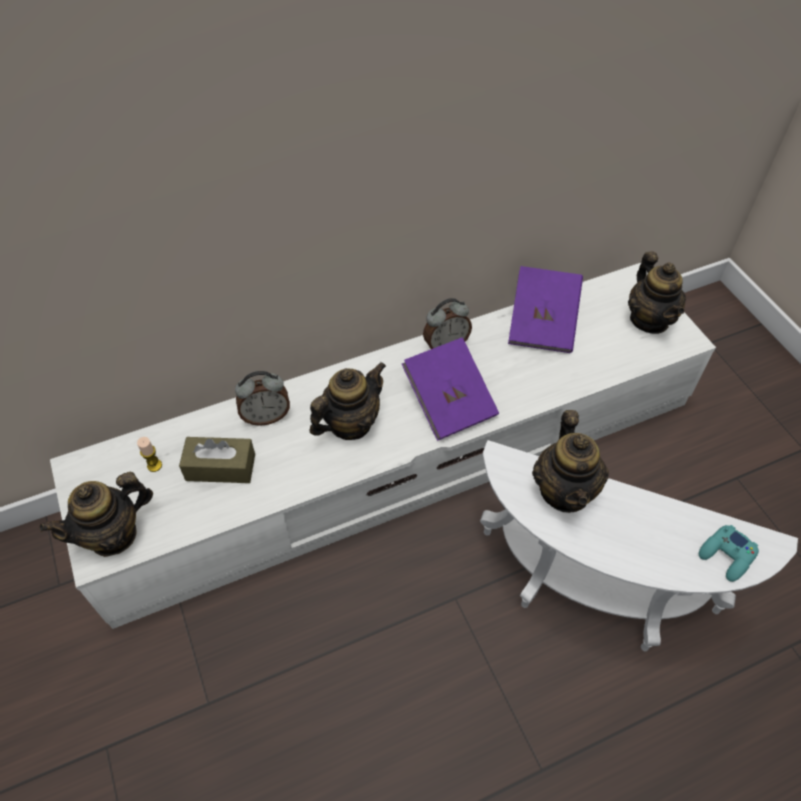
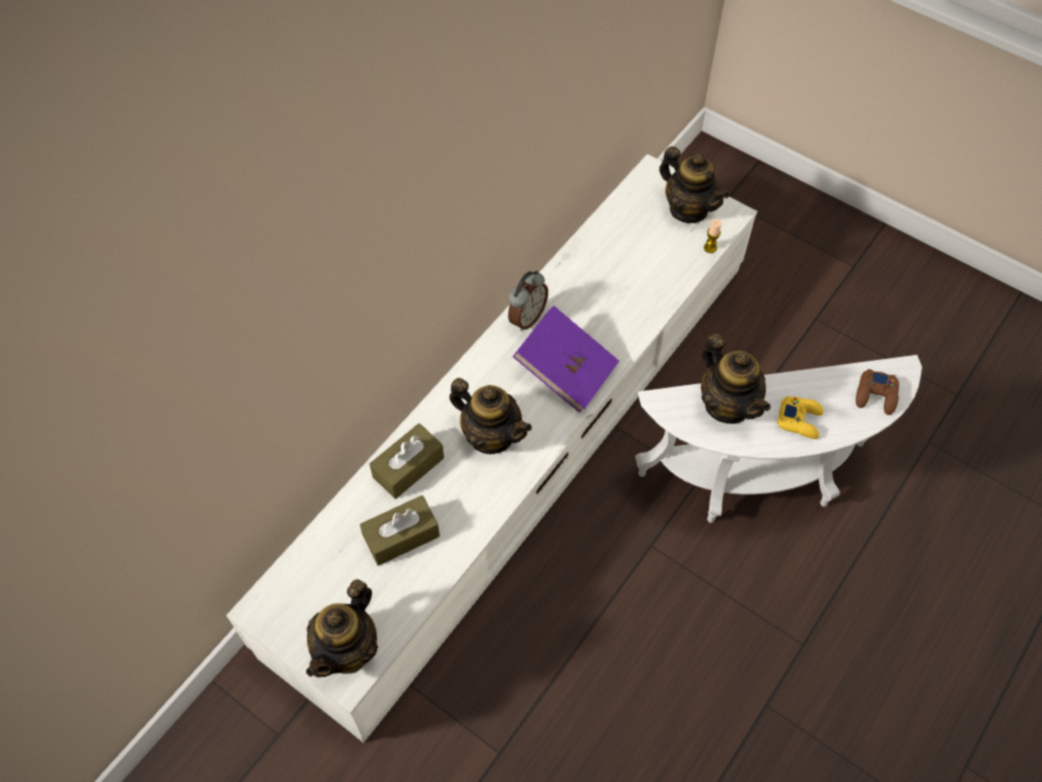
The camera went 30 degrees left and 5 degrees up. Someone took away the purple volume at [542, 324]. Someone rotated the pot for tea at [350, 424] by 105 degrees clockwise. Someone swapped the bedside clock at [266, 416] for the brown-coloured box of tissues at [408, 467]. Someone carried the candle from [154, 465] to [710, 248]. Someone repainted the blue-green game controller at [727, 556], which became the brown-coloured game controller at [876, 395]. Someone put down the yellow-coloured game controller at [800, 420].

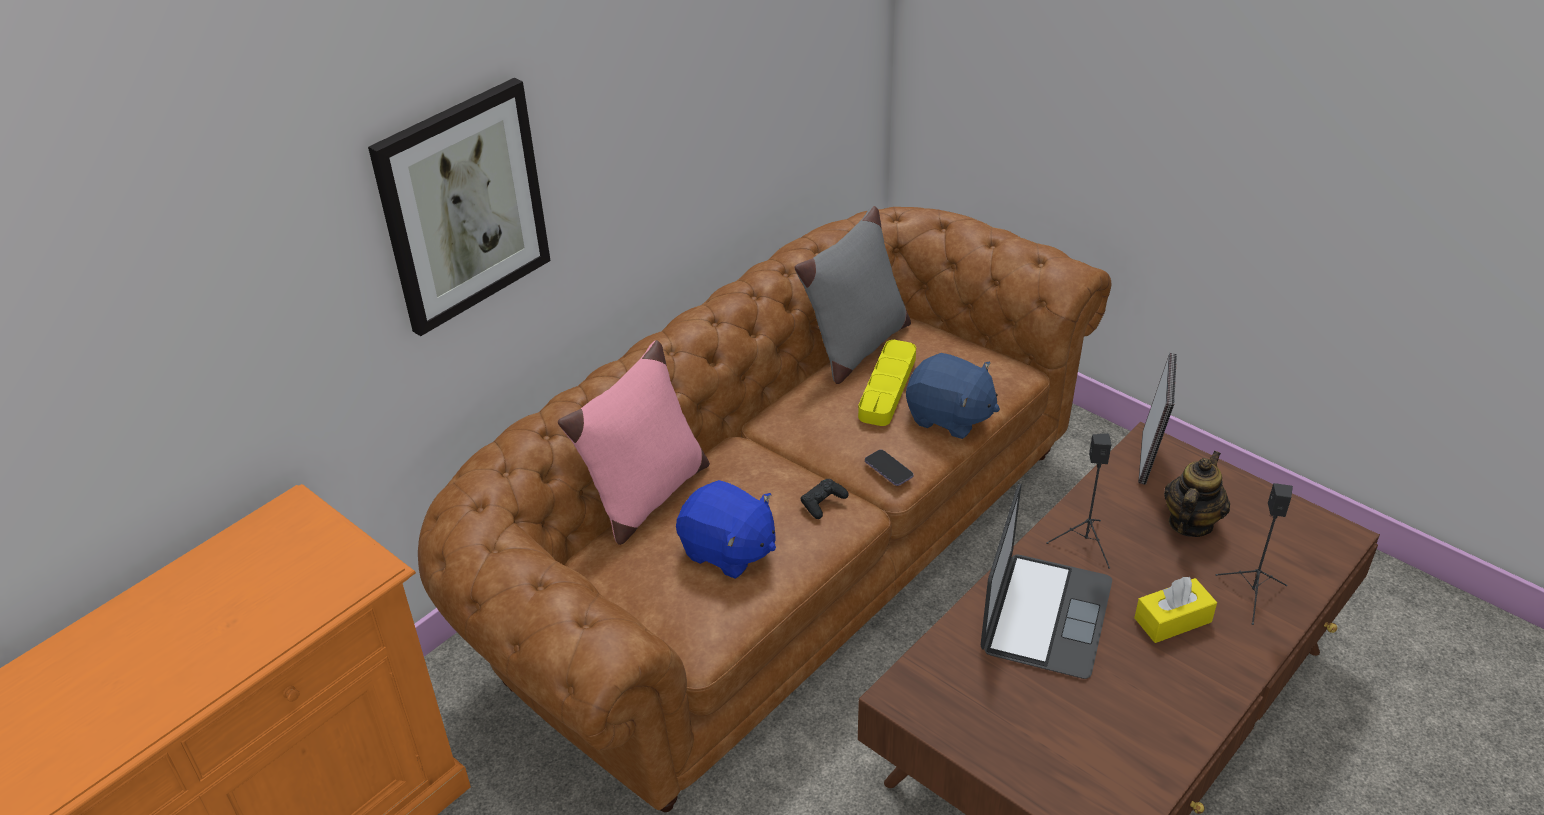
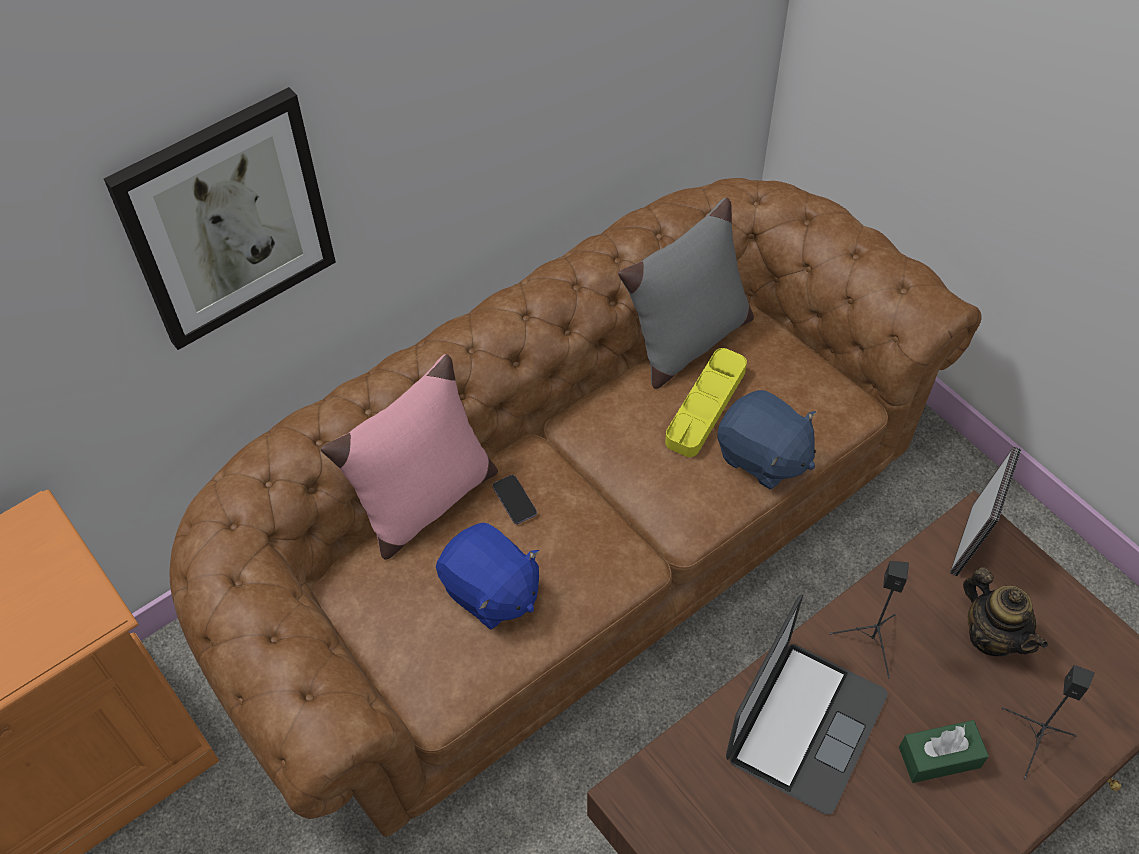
The camera went 10 degrees right and 15 degrees up. Someone carried the telephone from [888, 469] to [514, 500]. Someone rotated the pot for tea at [1190, 523] by 105 degrees clockwise. Someone took away the blackish game controller at [823, 502]. Someone repainted the yellow-coloured box of tissues at [1172, 620], which became the greenish box of tissues at [939, 757].

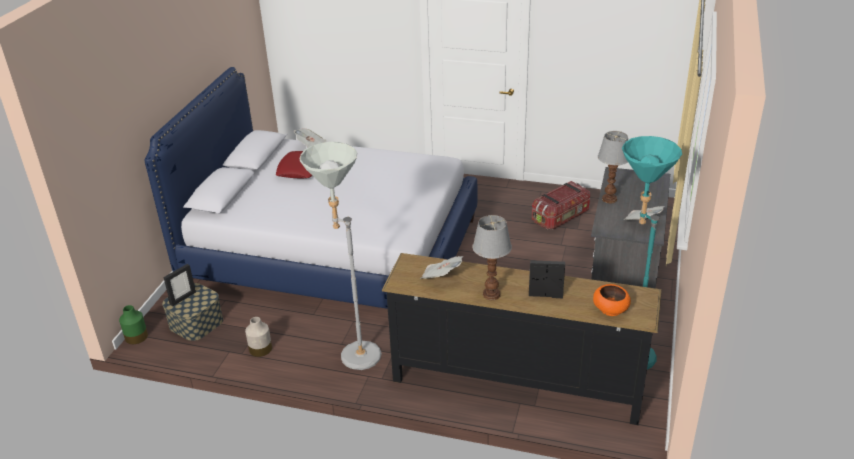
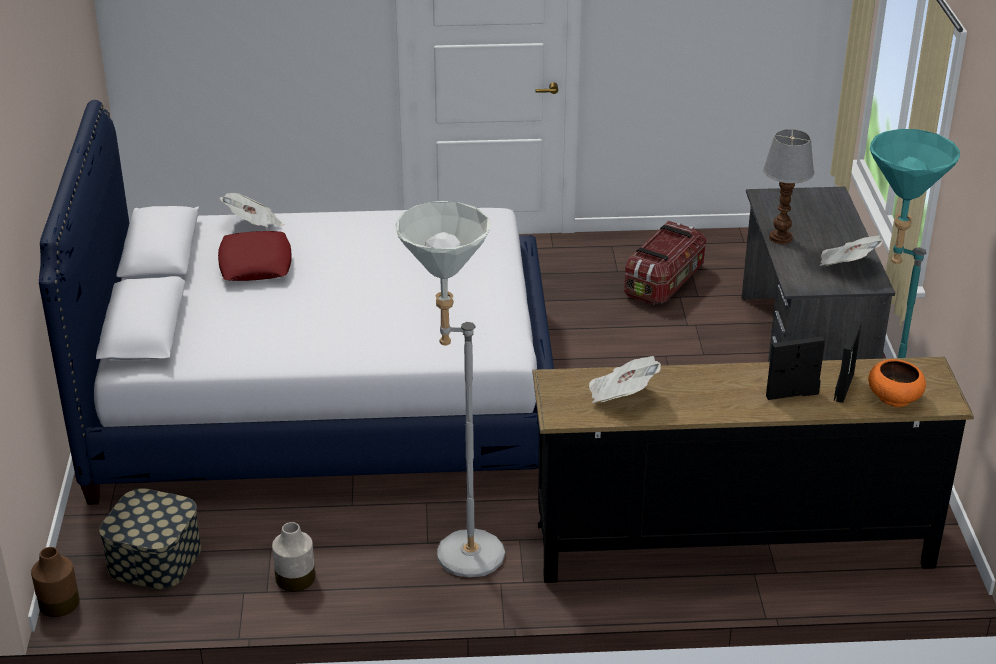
The camera went 20 degrees left and 0 degrees up. Someone took away the tabletop lamp at [491, 295]. Someone carried the picture frame from [183, 298] to [843, 387]. Someone repainted the greenish flower vase at [136, 337], which became the brown-coloured flower vase at [58, 603].

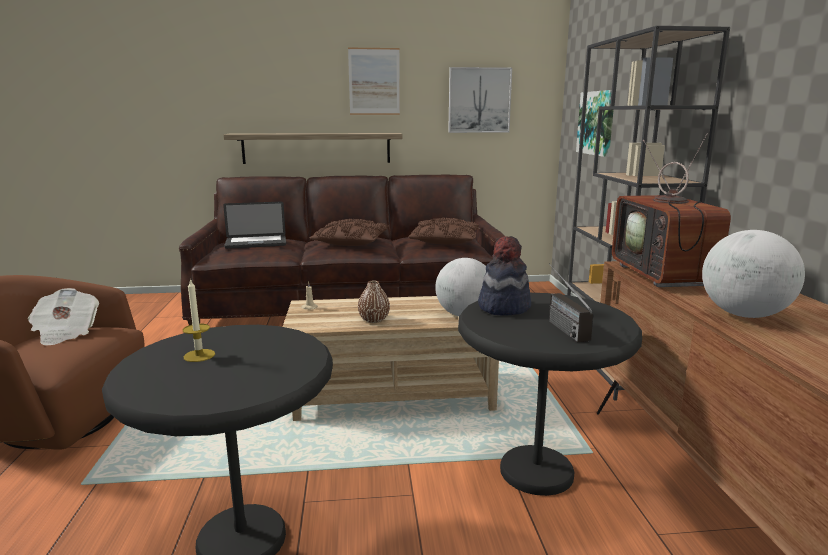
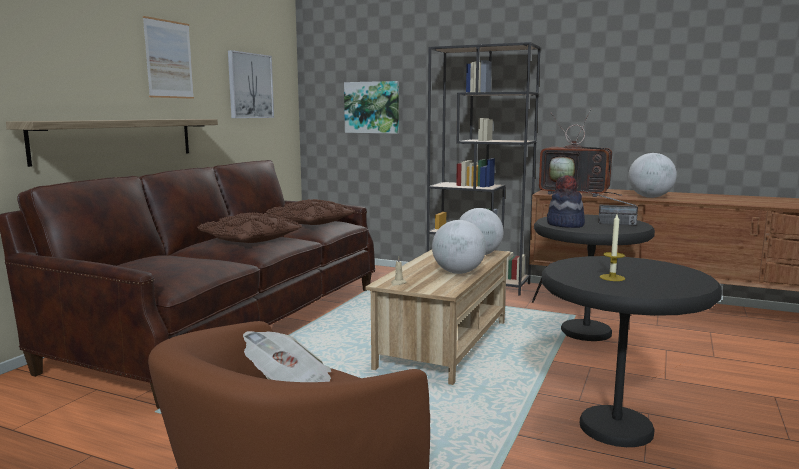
The camera went 60 degrees left and 5 degrees down. Someone took away the notebook computer at [256, 243]. Someone swapped the brown-coloured flower vase at [374, 320] for the desk globe at [458, 272].

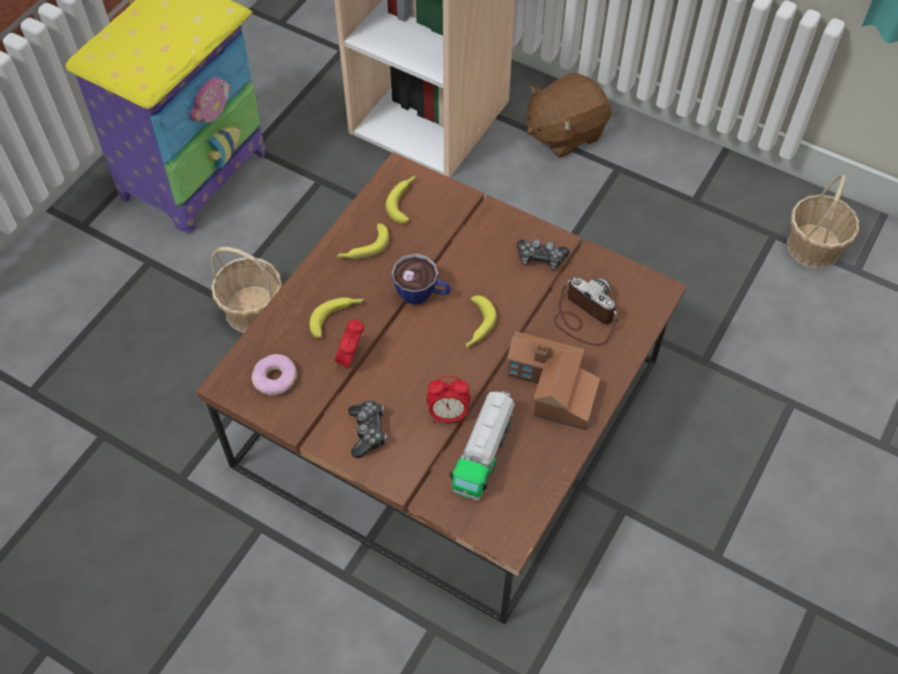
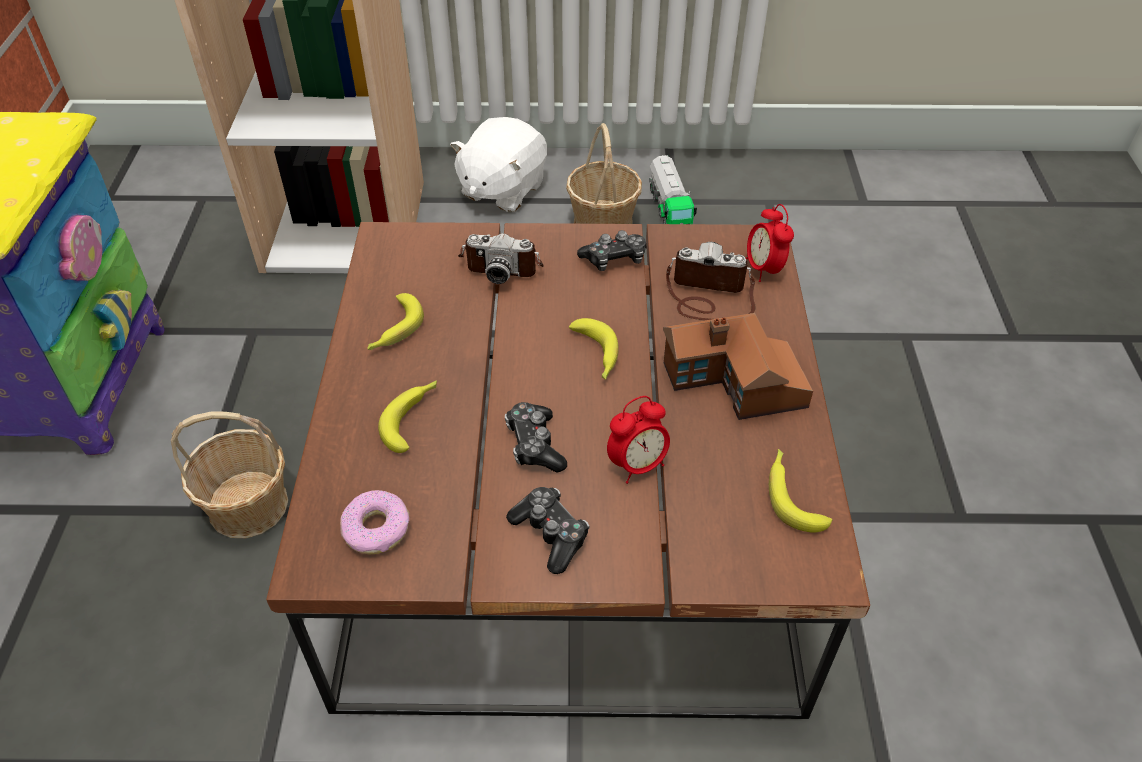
The camera went 30 degrees left and 10 degrees down. Someone repainted the brown-coloured plush toy at [564, 132], which became the white-coloured plush toy at [502, 189]. Someone carried the whole banana from [404, 201] to [792, 495]. Someone carried the storage basket from [813, 247] to [603, 222]. Someone took away the small cup at [422, 294]. Someone carried the bedside clock from [351, 359] to [763, 269]. Someone carried the toy lorry from [483, 453] to [669, 208]. Someone put down the photo camera at [502, 262]. Someone put down the game controller at [534, 445].

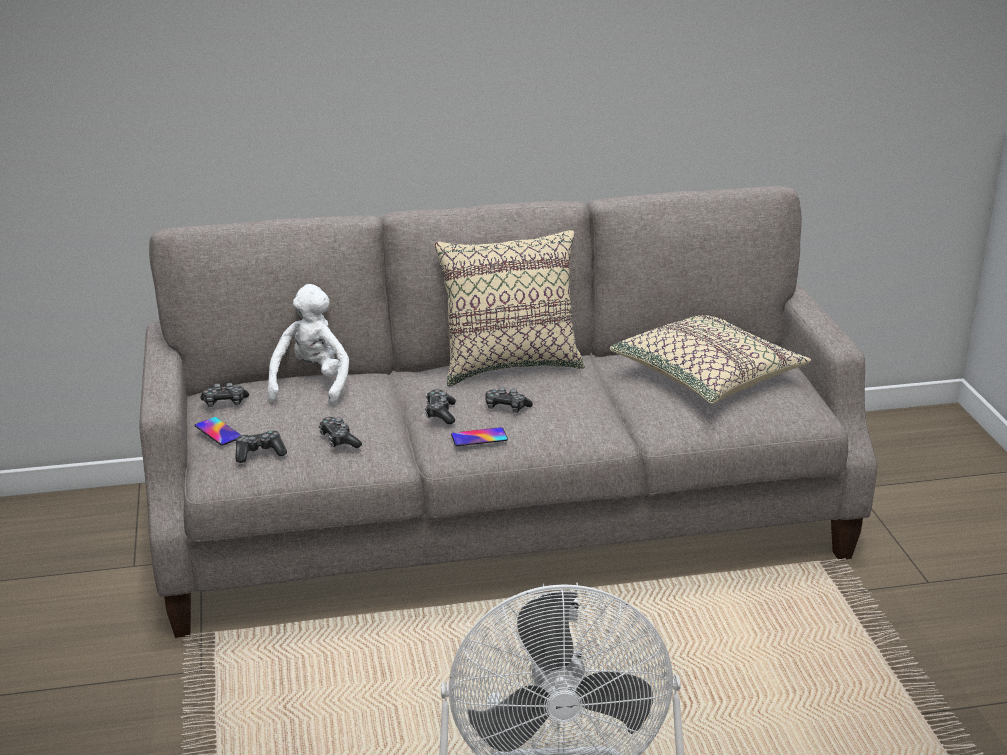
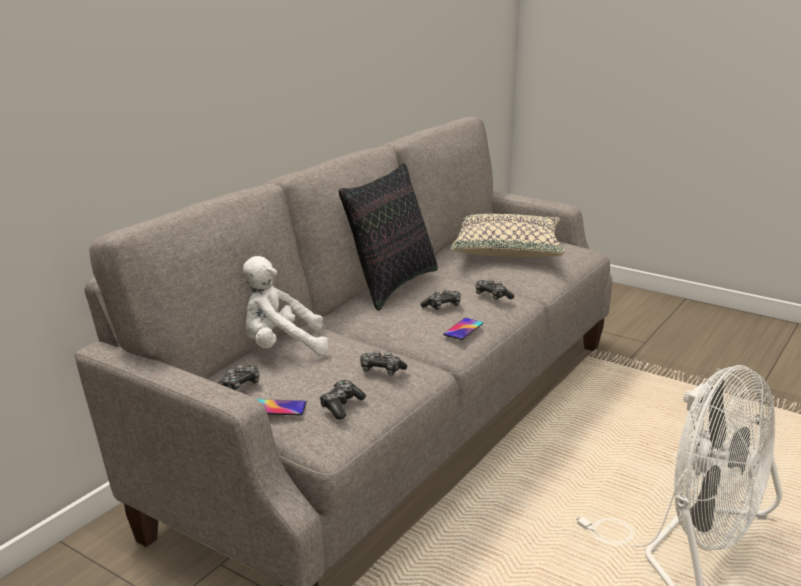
The camera went 45 degrees left and 5 degrees down. Someone repainted the beige pillow at [511, 368], which became the blackish pillow at [393, 286]. Someone rotated the white-coloured plush toy at [310, 383] by 60 degrees counterclockwise. Someone carried the game controller from [440, 413] to [492, 296].

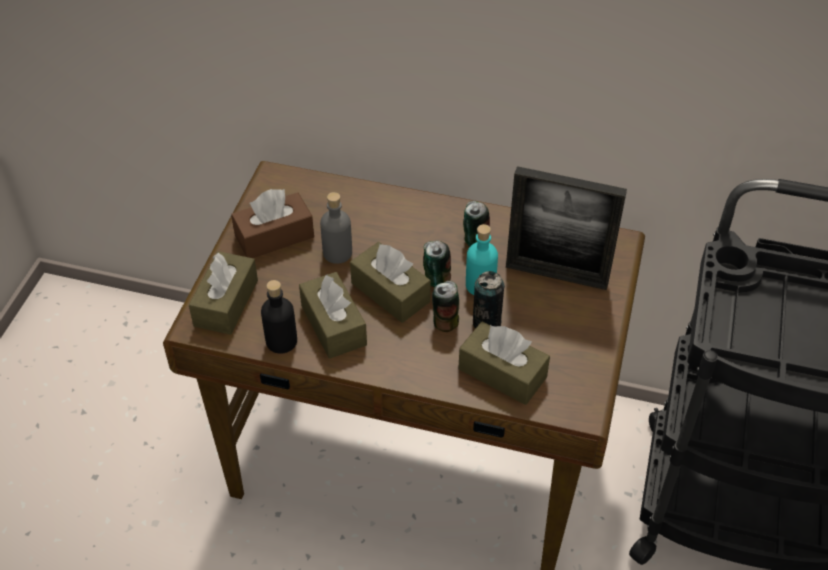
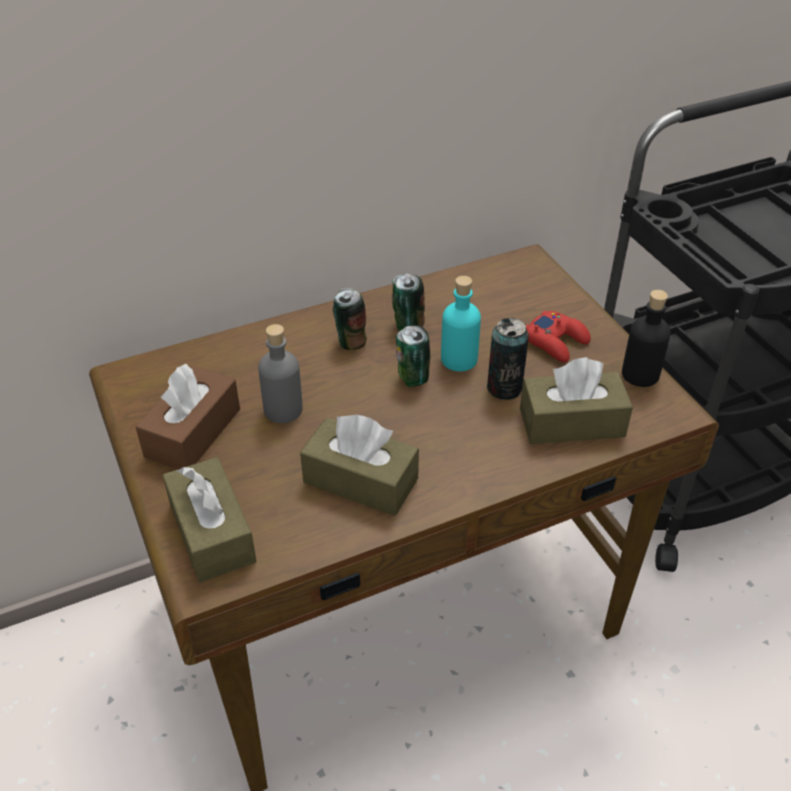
The camera went 40 degrees left and 5 degrees down. Someone took away the picture frame at [556, 275]. Someone took away the brown-coloured box of tissues at [390, 292]. Someone carried the blackish beverage bottle from [281, 341] to [640, 374]. Someone carried the can from [445, 322] to [350, 341]. Someone put down the red-coloured game controller at [556, 341].

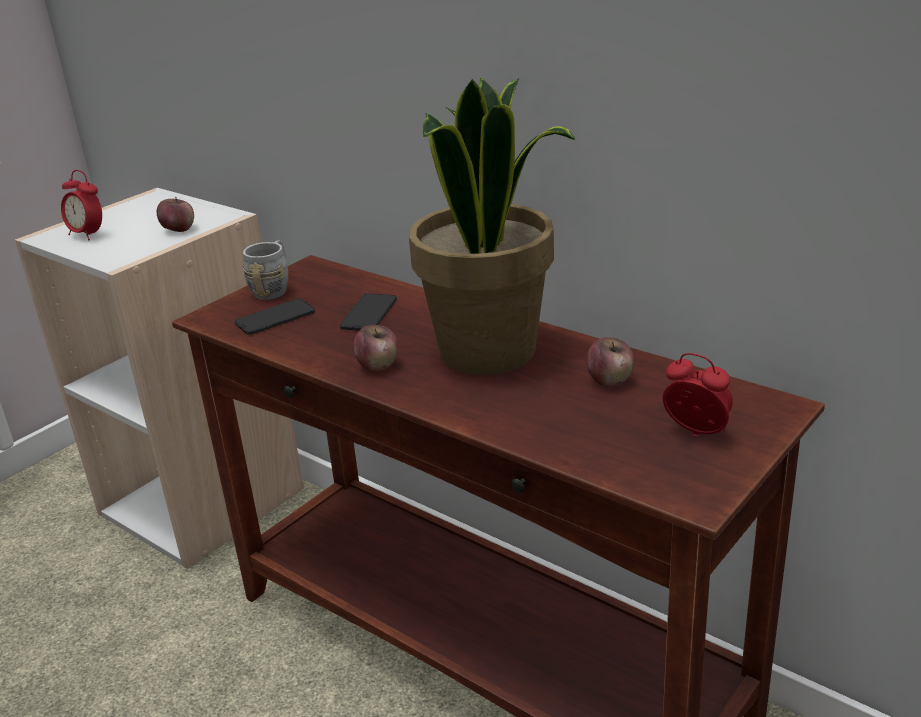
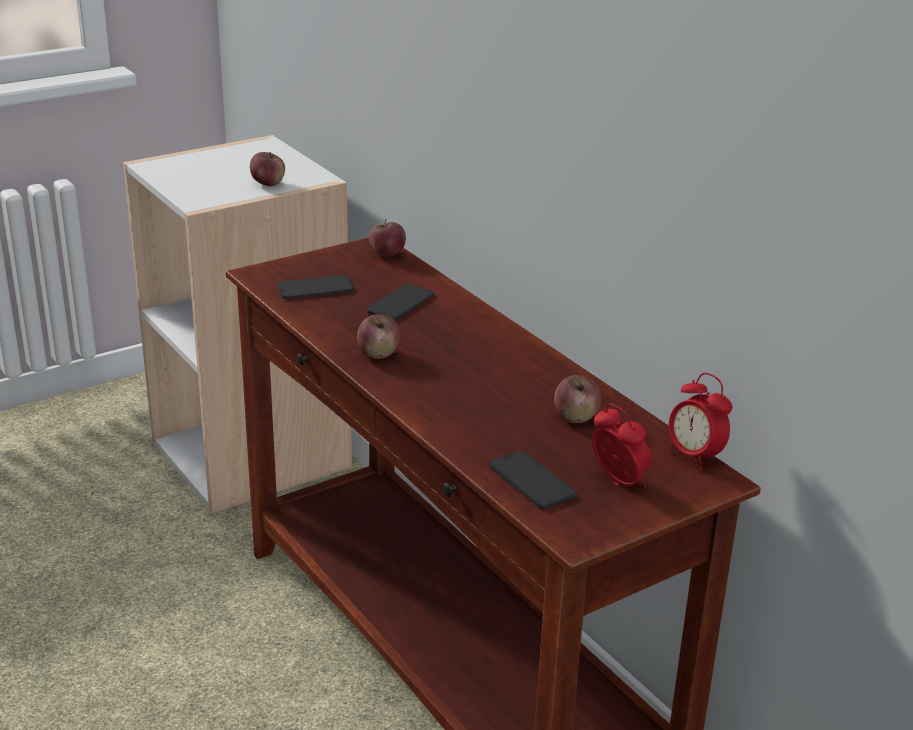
The camera went 15 degrees right and 0 degrees up. Someone took away the potted plant at [490, 352]. Someone carried the bedside clock from [87, 235] to [694, 456]. Someone took away the greyish coffee mug at [274, 288]. Someone put down the apple fruit at [387, 254]. Someone put down the telephone at [531, 481].

